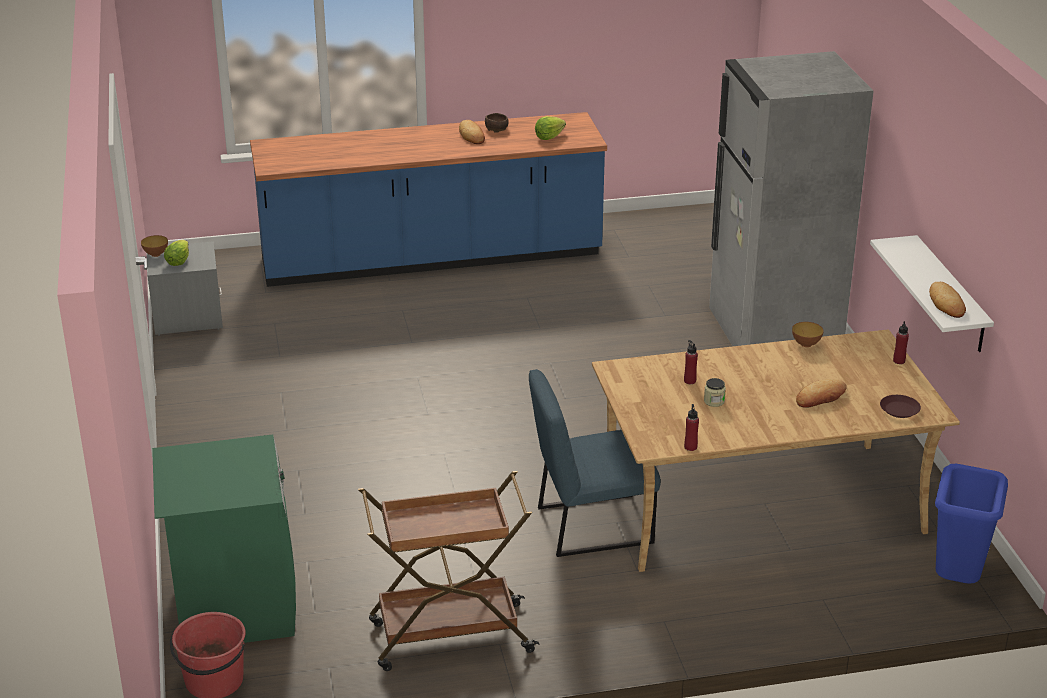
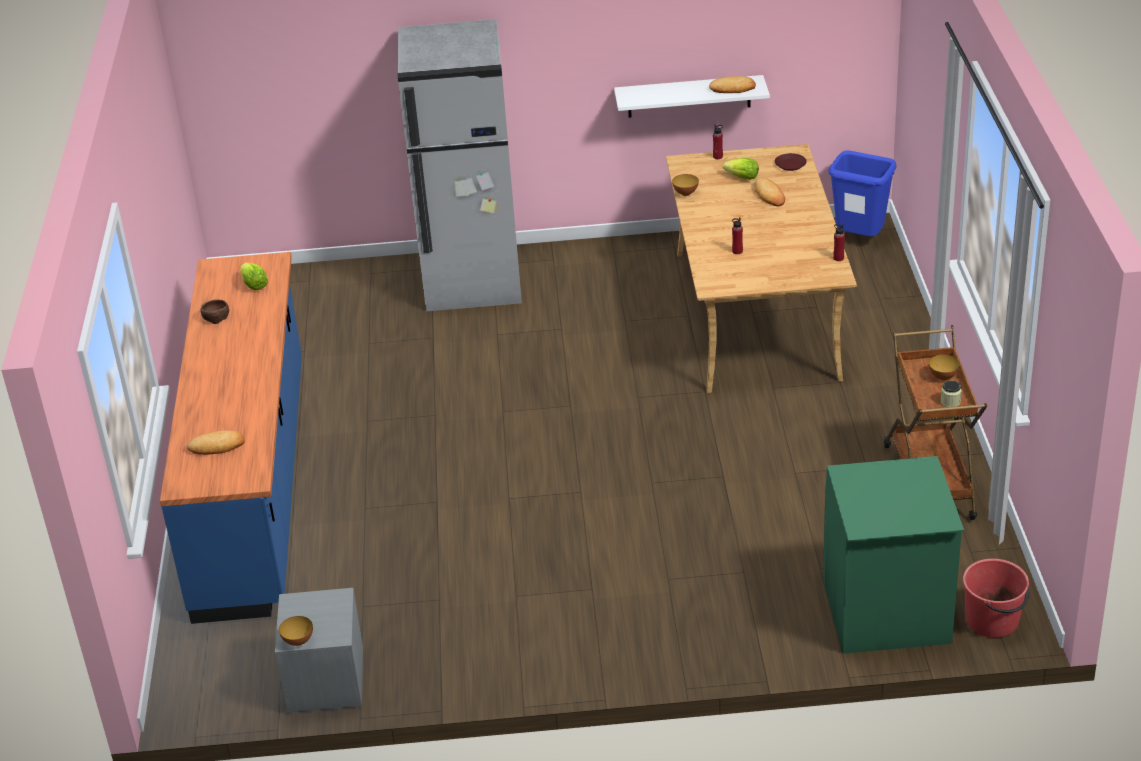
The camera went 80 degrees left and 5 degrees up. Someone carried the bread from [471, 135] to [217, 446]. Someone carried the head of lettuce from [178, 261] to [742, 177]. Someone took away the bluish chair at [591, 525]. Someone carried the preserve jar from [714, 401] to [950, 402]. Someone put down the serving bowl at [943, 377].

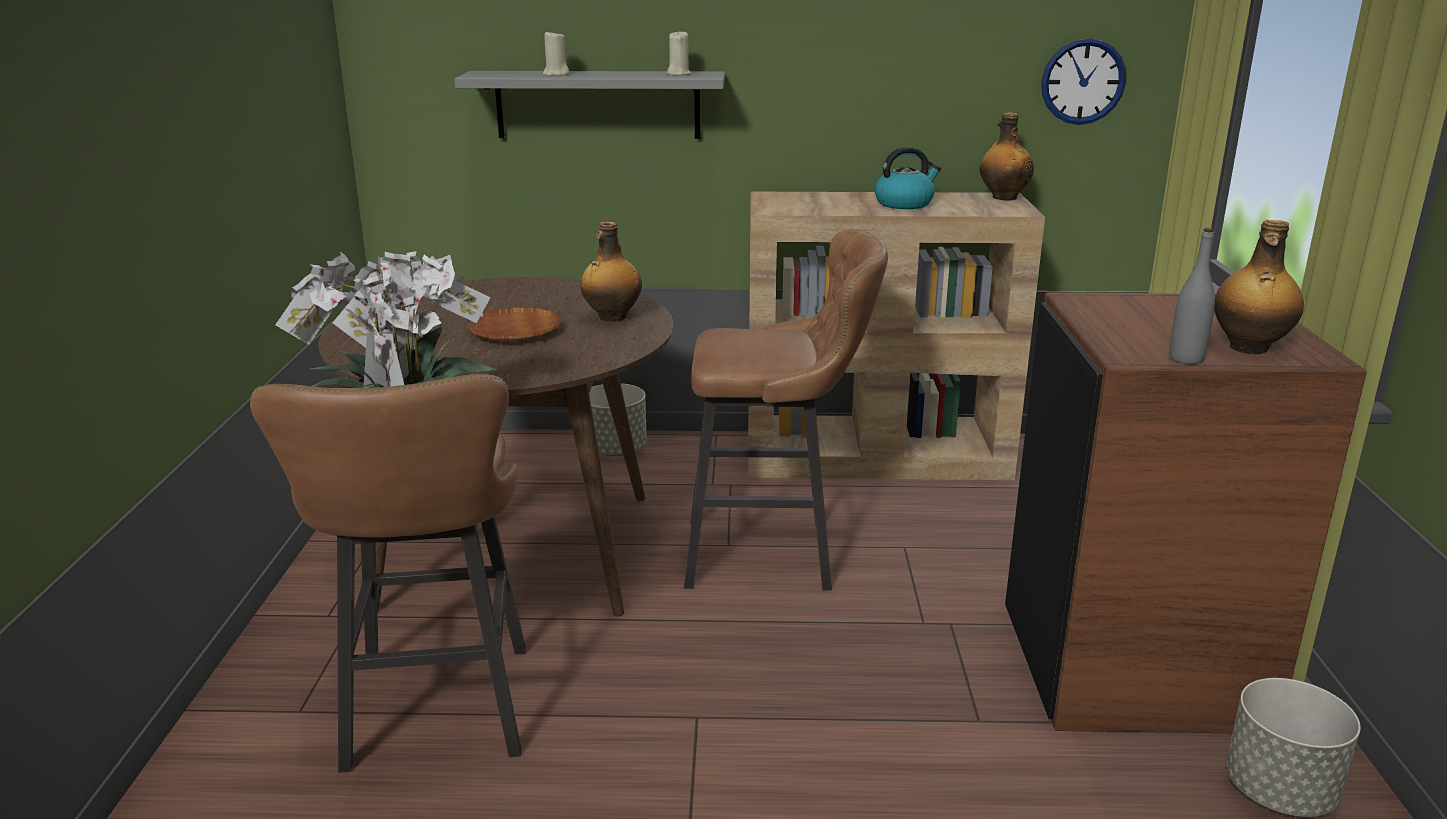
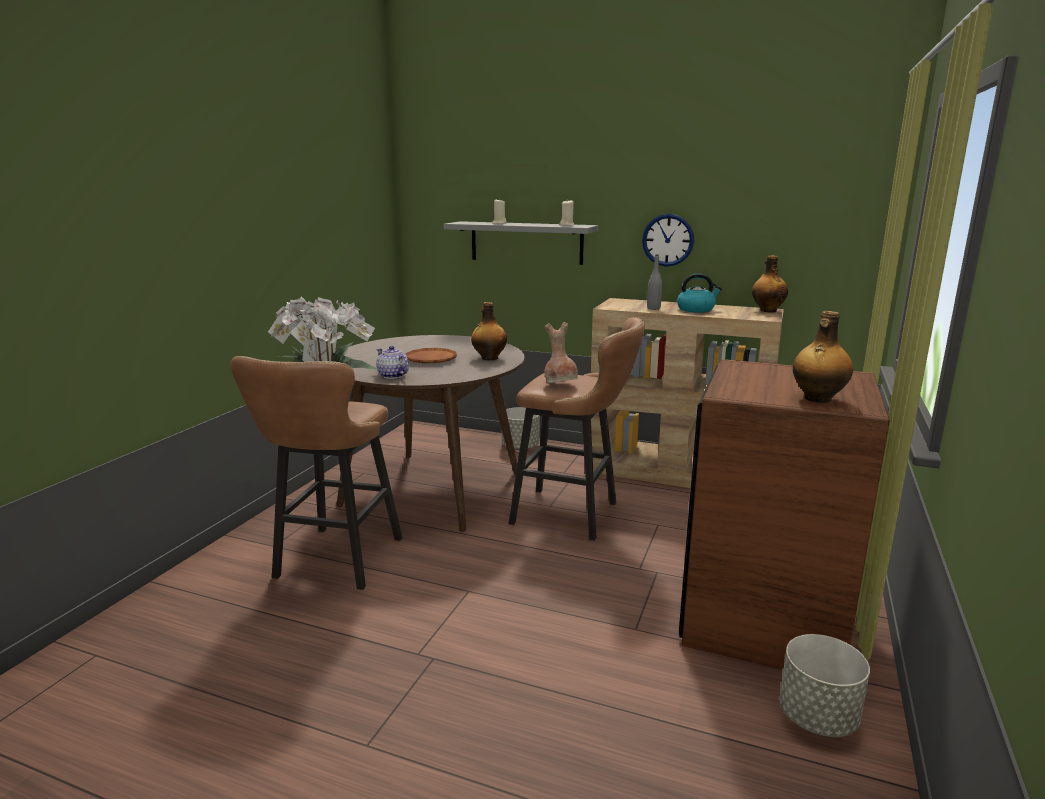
The camera went 20 degrees right and 5 degrees down. Someone carried the hanging clock from [1083, 81] to [668, 240]. Someone carried the greyish beverage bottle from [1186, 359] to [653, 308]. Someone put down the brown-coloured flower vase at [561, 385]. Someone put down the pot for tea at [393, 376].

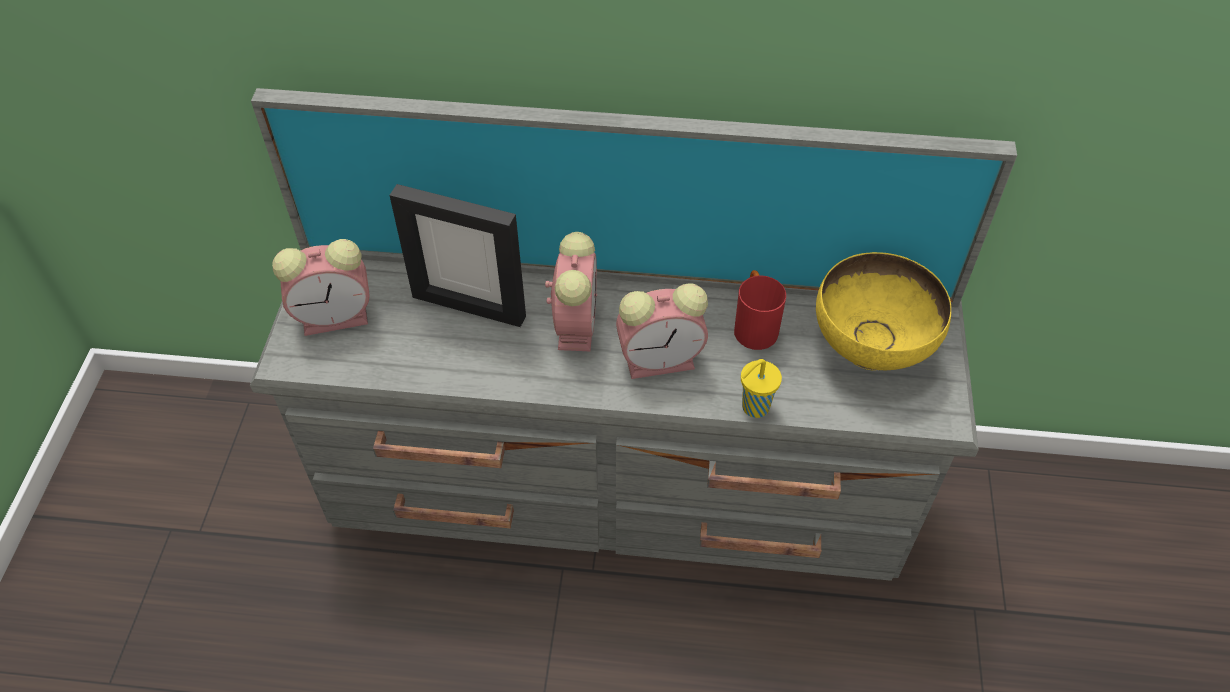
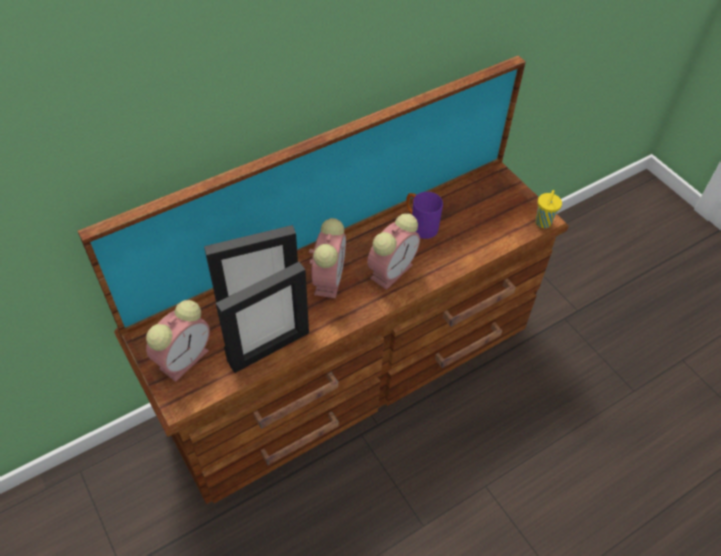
The camera went 40 degrees left and 0 degrees up. Someone repainted the greyish dresser at [618, 494], which became the brown-coloured dresser at [356, 375]. Someone rotated the bedside clock at [575, 323] by 45 degrees clockwise. Someone took away the yellow-coloured serving bowl at [869, 349]. Someone repainted the red-coloured coffee mug at [754, 326], which became the purple coffee mug at [419, 225]. Someone carried the yellow-coloured small cup from [754, 408] to [542, 223]. Someone put down the picture frame at [268, 347].

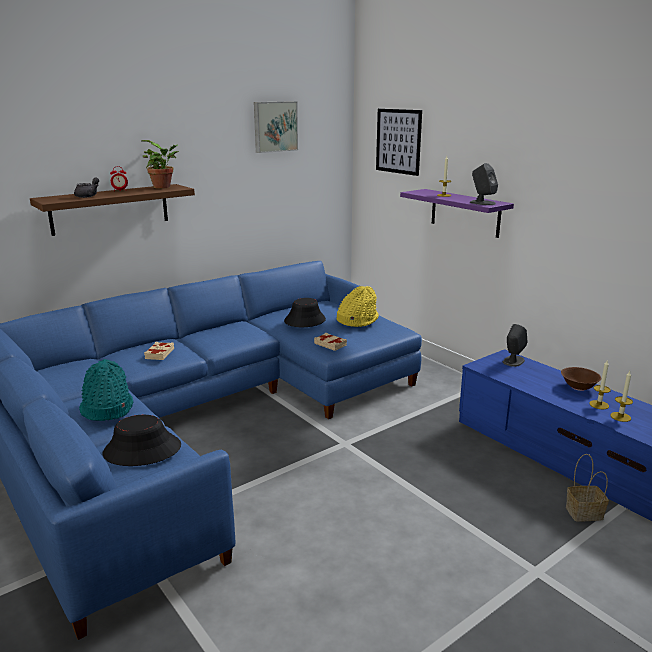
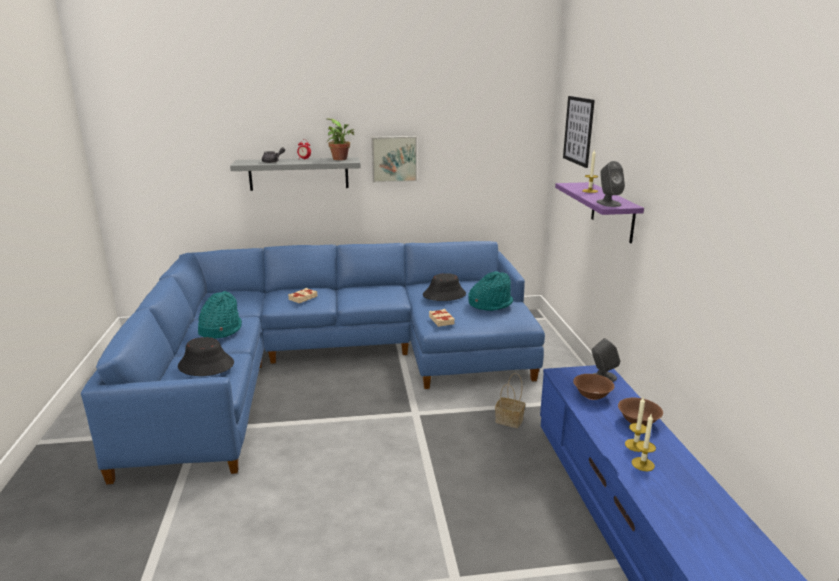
The camera went 30 degrees right and 0 degrees up. Someone carried the wall art from [275, 126] to [394, 158]. Someone repainted the brown-coloured shelf at [110, 209], which became the greyish shelf at [298, 174]. Someone repainted the yellow-coloured clothing hat at [357, 320], which became the blue-green clothing hat at [490, 304]. Someone carried the storage basket from [585, 512] to [510, 420]. Someone put down the brown-coloured serving bowl at [592, 396].

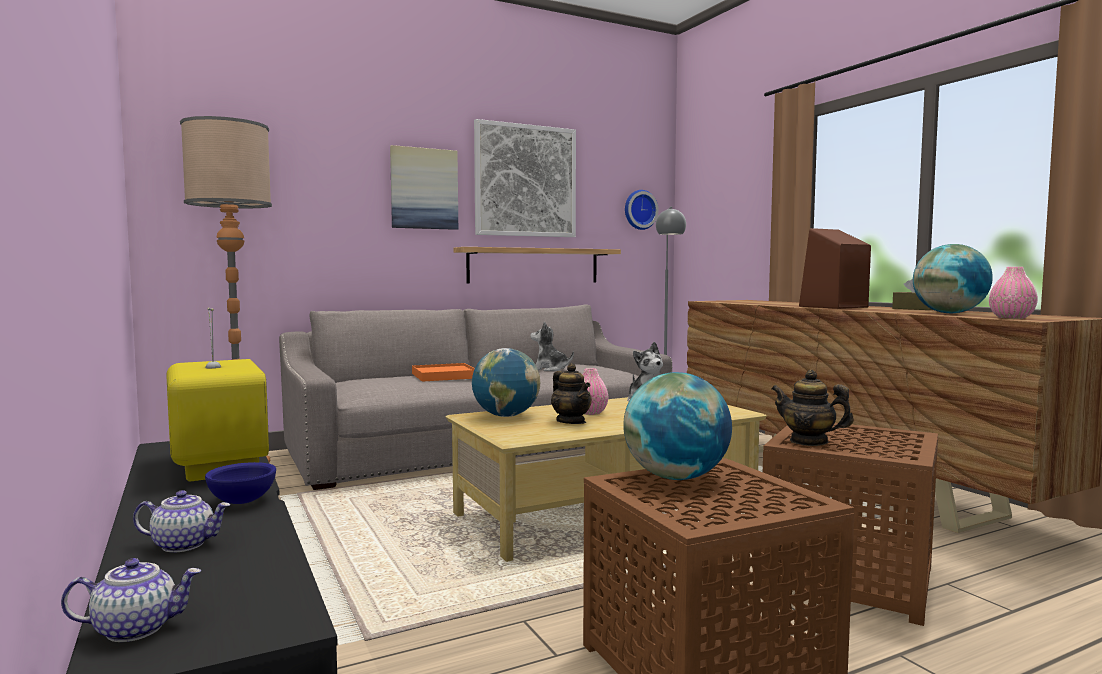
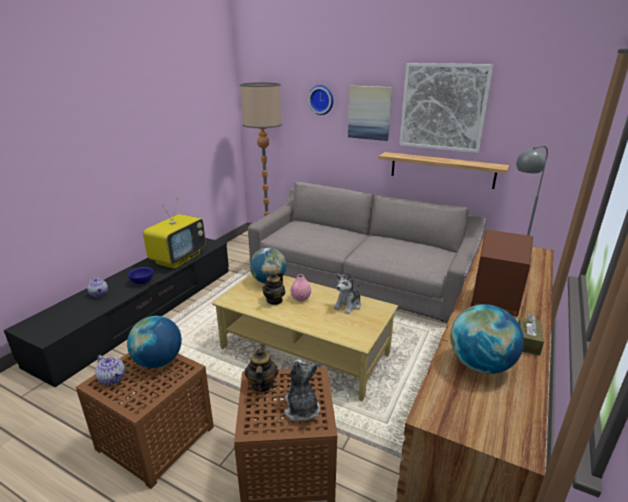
The camera went 55 degrees right and 20 degrees up. Someone carried the hanging clock from [639, 210] to [321, 100]. Someone took away the pink flower vase at [1011, 318]. Someone carried the plush toy from [549, 369] to [301, 408]. Someone took away the orange-coloured carrying tray at [444, 376]. Someone carried the pot for tea from [136, 628] to [113, 379].

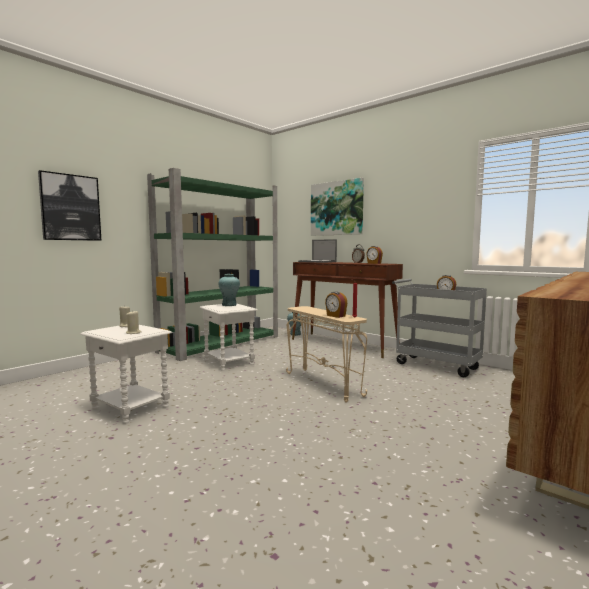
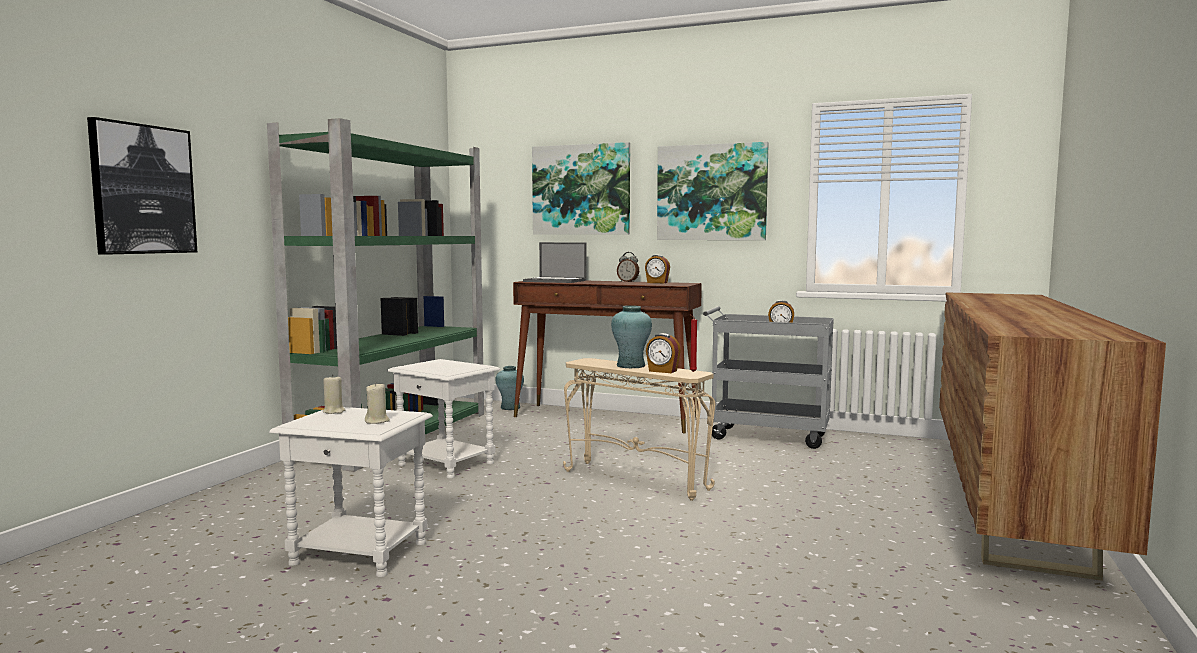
The camera went 20 degrees left and 0 degrees up. Someone carried the blue-green flower vase from [229, 305] to [630, 366]. Someone put up the wall art at [711, 192].

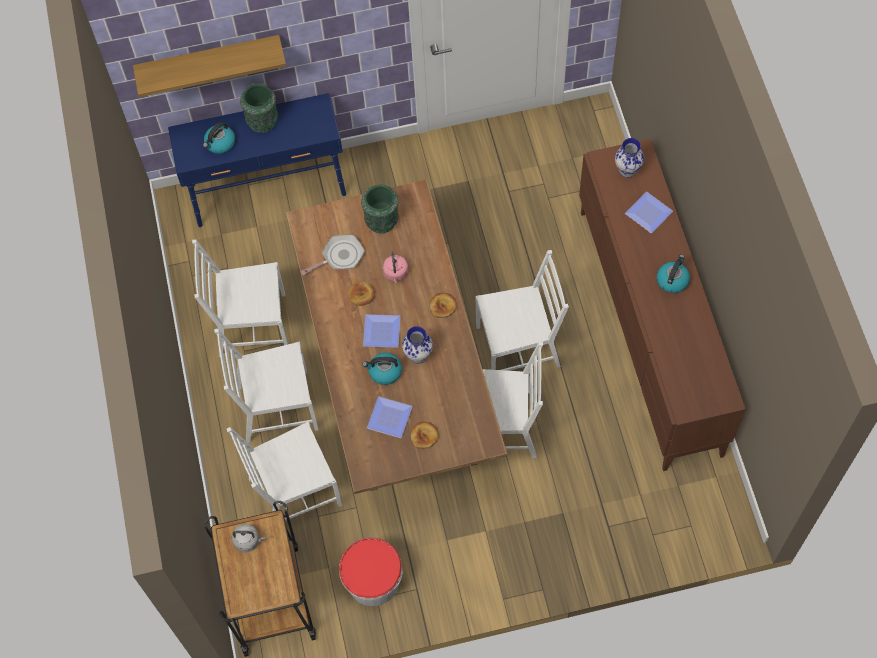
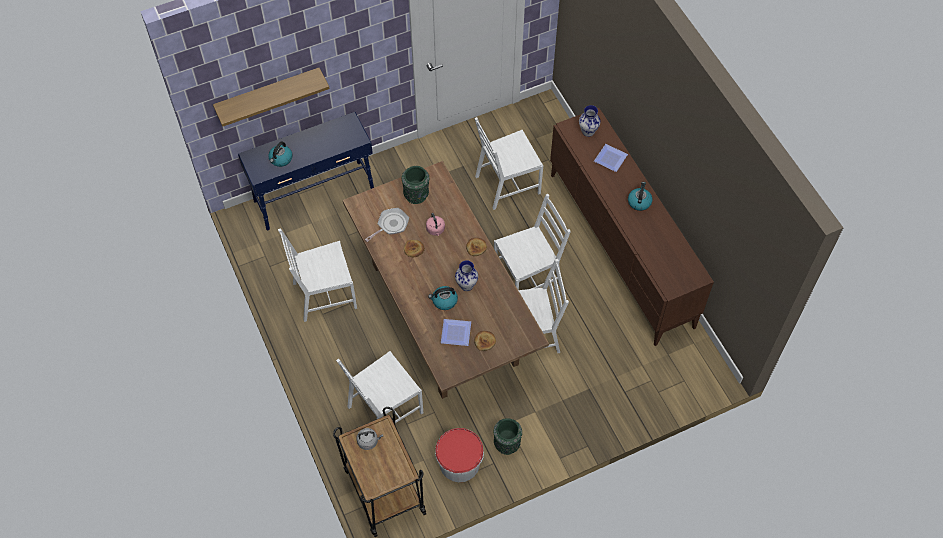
The camera went 15 degrees left and 5 degrees down. Someone carried the greenish flower vase from [262, 120] to [507, 443]. Someone took away the plate at [380, 333]. Someone carried the white-coloured chair from [276, 407] to [507, 184].

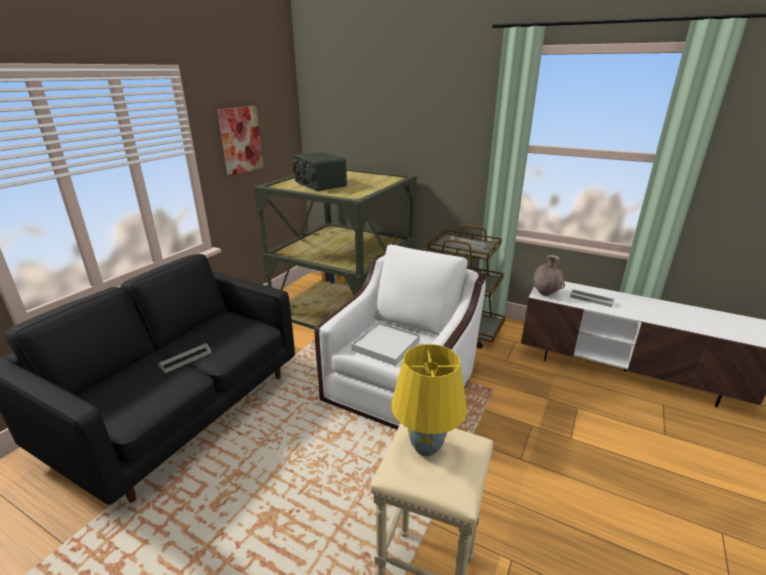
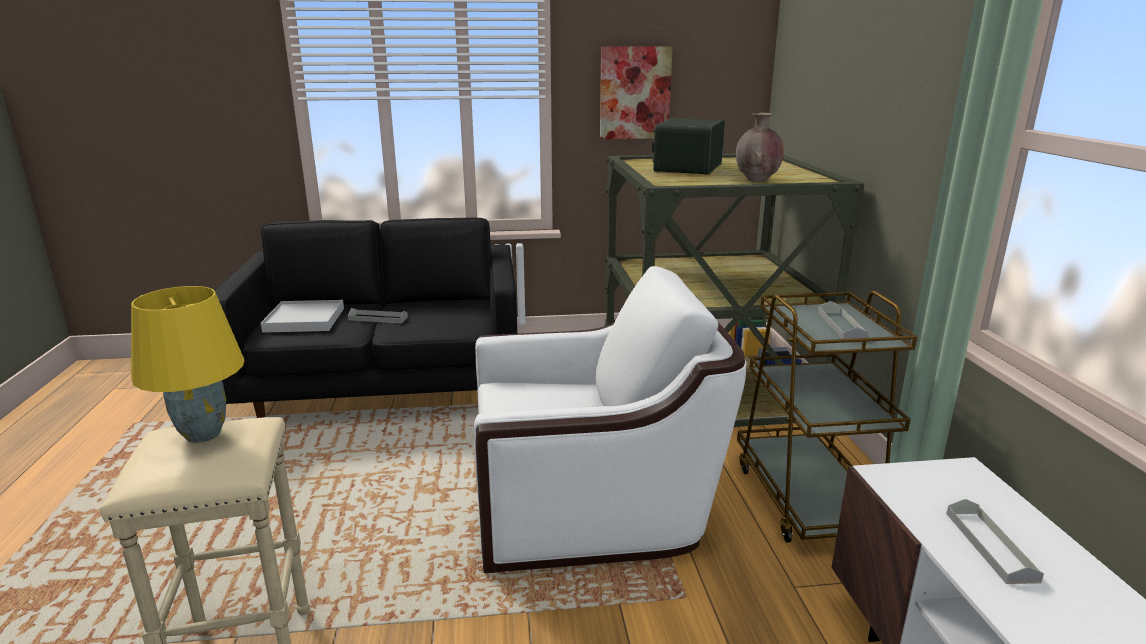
The camera went 55 degrees right and 5 degrees down. Someone carried the brown-coloured flower vase from [545, 294] to [757, 181]. Someone carried the white-coloured carrying tray from [386, 345] to [305, 320].

